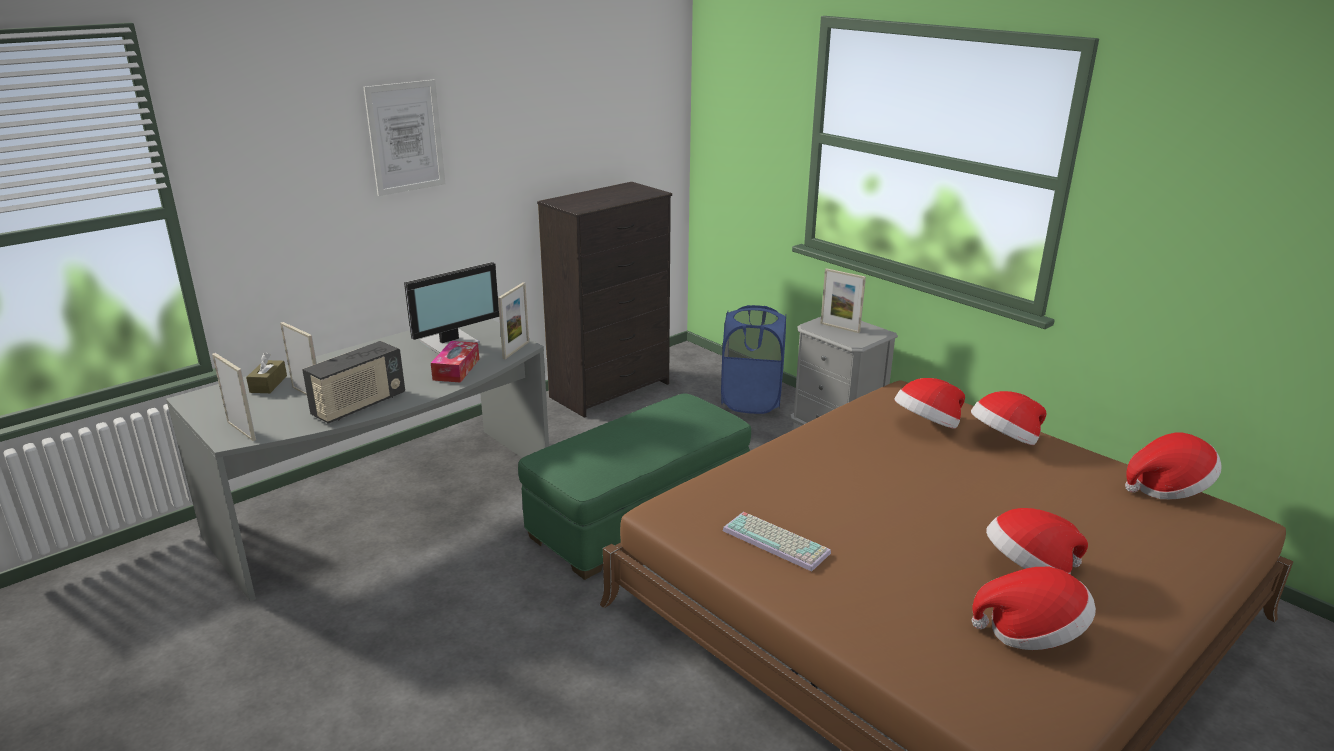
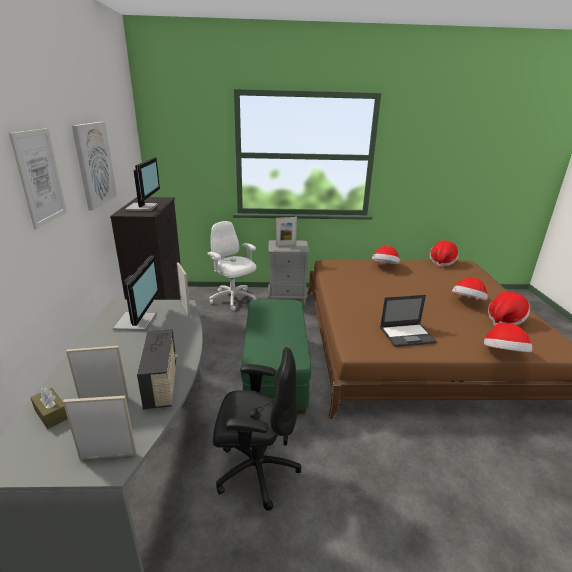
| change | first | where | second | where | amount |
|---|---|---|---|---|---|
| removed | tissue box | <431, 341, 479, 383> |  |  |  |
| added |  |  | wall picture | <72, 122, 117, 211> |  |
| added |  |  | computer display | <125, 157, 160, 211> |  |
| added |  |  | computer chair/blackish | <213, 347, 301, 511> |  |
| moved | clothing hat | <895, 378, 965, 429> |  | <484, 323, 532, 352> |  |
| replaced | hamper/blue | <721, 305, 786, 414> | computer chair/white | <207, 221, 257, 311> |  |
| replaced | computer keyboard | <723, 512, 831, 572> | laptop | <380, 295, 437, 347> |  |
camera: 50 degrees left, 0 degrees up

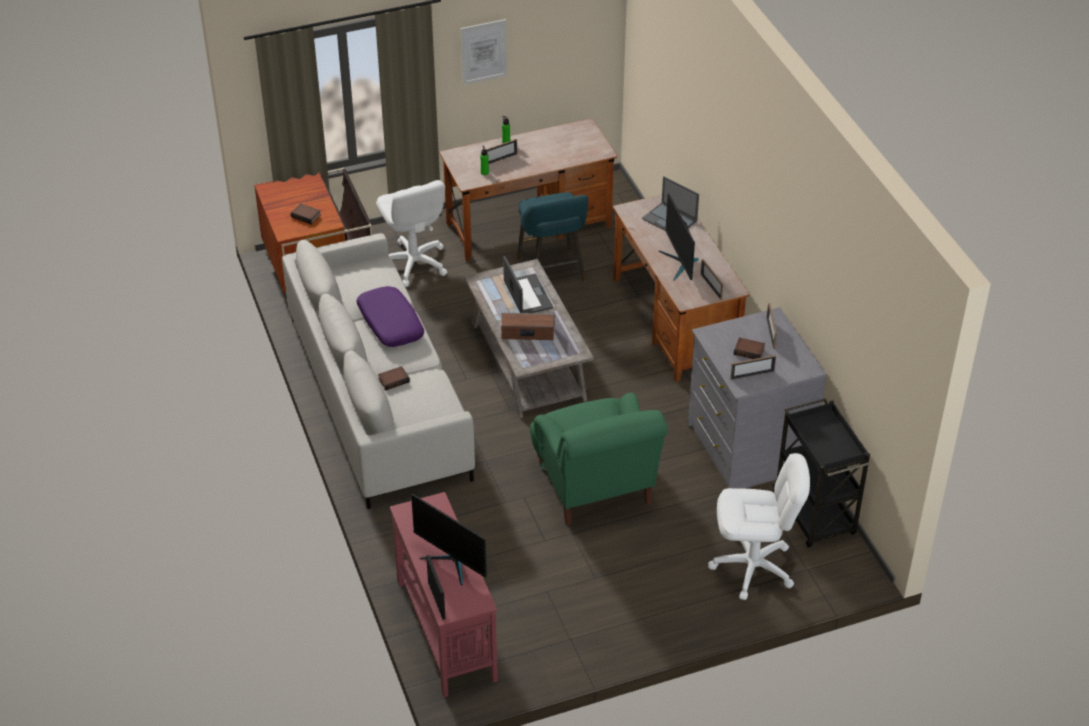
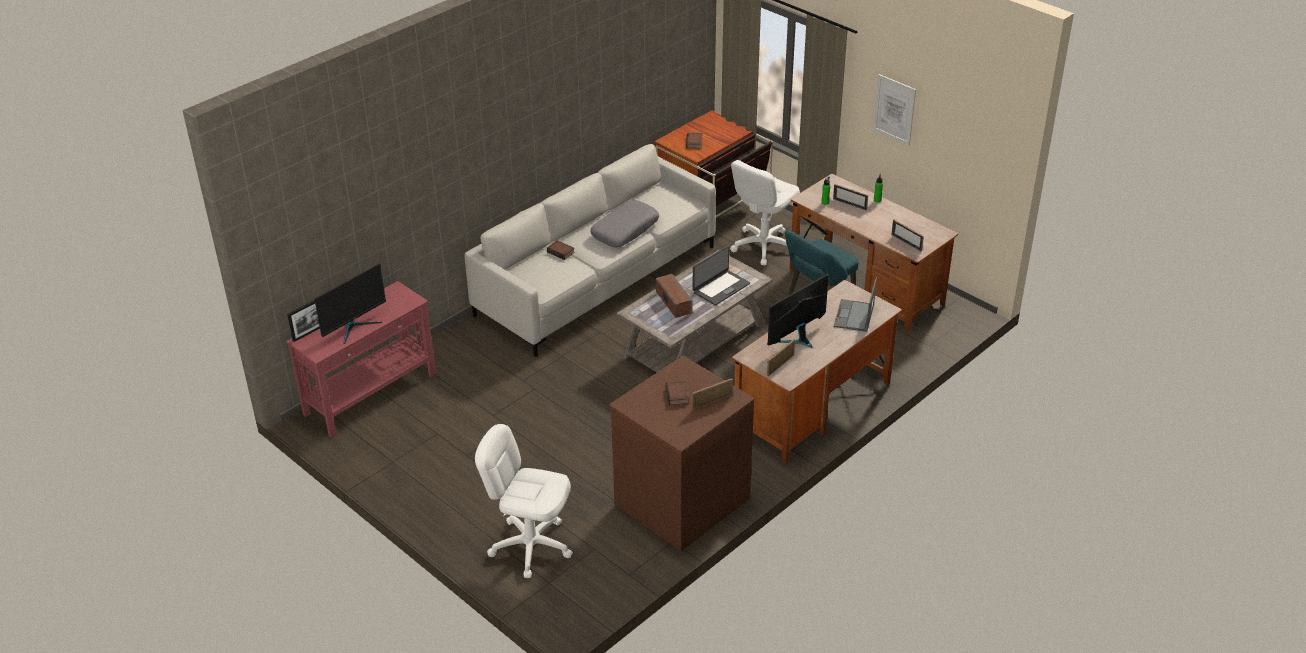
| change | first | where | second | where | amount |
|---|---|---|---|---|---|
| removed | lounge chair/green-coloured | <530, 393, 668, 525> |  |  |  |
| removed | wheeled cart/blackish | <772, 398, 870, 548> |  |  |  |
| moved | picture frame | <730, 355, 776, 380> |  | <891, 220, 924, 251> |  |
| recoloured | cushion/purple | <356, 286, 424, 347> | cushion/greyish | <591, 200, 659, 247> |  |
| recoloured | drawer chest/greyish | <688, 307, 827, 489> | drawer chest/brownish | <609, 355, 755, 551> |  |
| turned | computer display | <411, 494, 487, 586> |  | <314, 263, 386, 344> | 150 degrees counterclockwise |
| turned | computer chair/white | <708, 453, 810, 600> |  | <475, 424, 573, 578> | 135 degrees clockwise |
camera: 65 degrees right, 5 degrees down

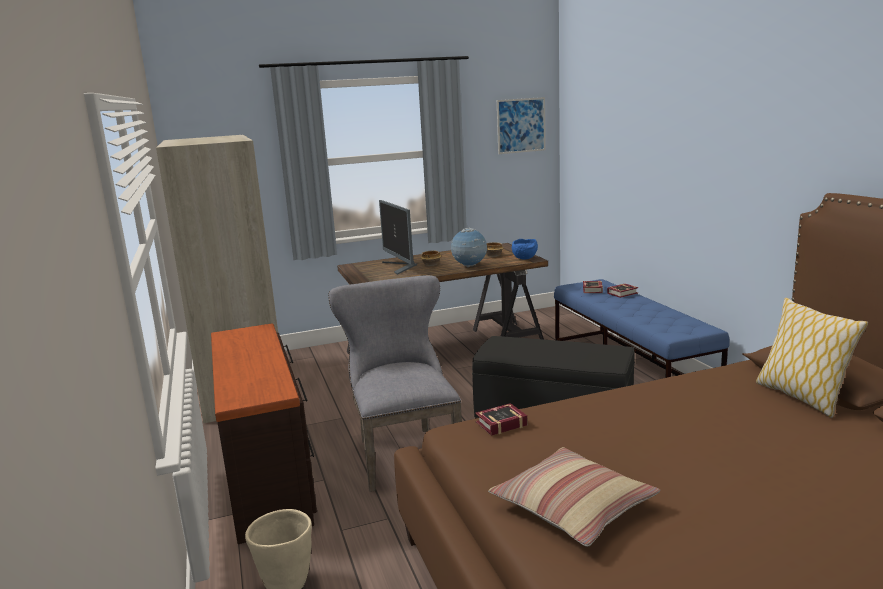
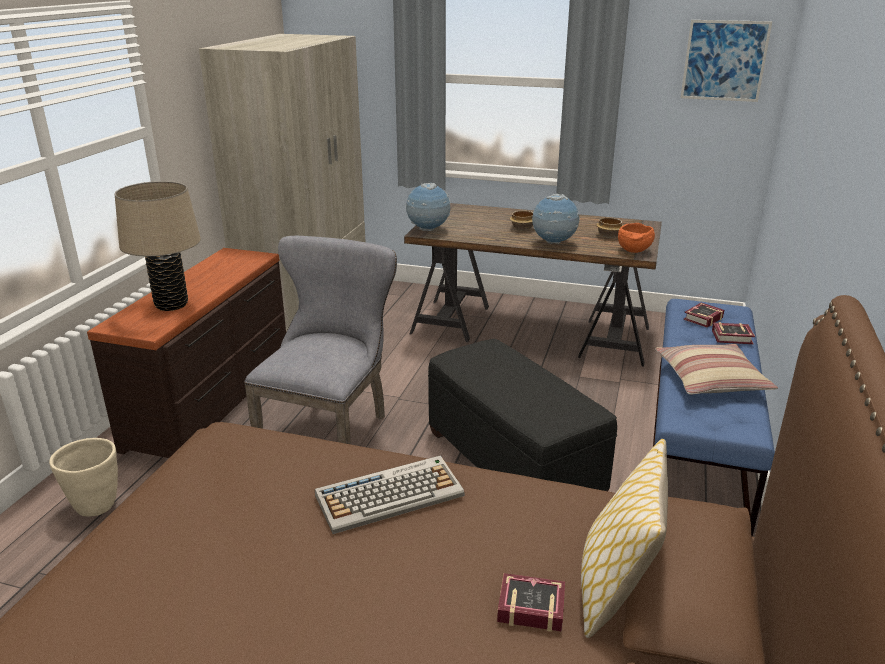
| change | first | where | second | where | amount |
|---|---|---|---|---|---|
| removed | computer display | <379, 200, 417, 275> |  |  |  |
| added |  |  | lamp for a table/beige | <115, 181, 201, 311> |  |
| added |  |  | computer keyboard | <315, 455, 465, 534> |  |
| added |  |  | desk globe | <405, 183, 450, 231> |  |
| moved | bound book | <475, 403, 527, 436> |  | <497, 573, 565, 632> |  |
| moved | cushion | <488, 447, 660, 547> |  | <655, 344, 778, 395> |  |
| recoloured | bowl/blue | <512, 239, 538, 260> | bowl/orange-coloured | <618, 223, 655, 253> |  |
camera: 35 degrees right, 10 degrees up

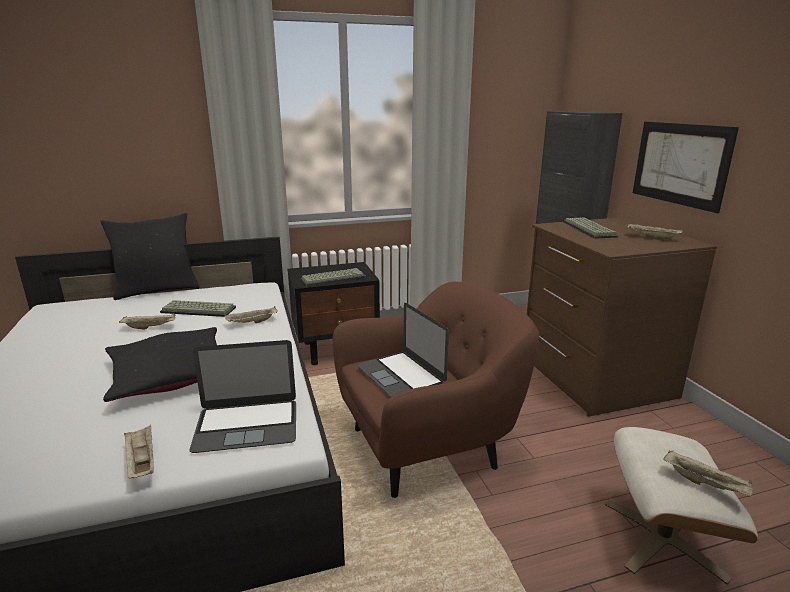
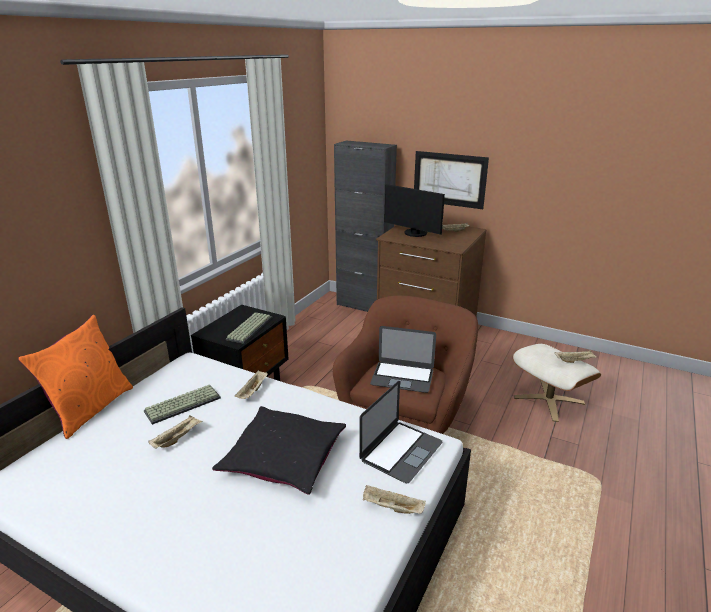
| change | first | where | second | where | amount |
|---|---|---|---|---|---|
| replaced | computer keyboard | <563, 217, 618, 239> | computer display | <384, 184, 445, 237> |  |
| recoloured | cushion/blackish | <100, 213, 199, 300> | cushion/orange-coloured | <18, 315, 133, 439> |  |
camera: 45 degrees left, 5 degrees up

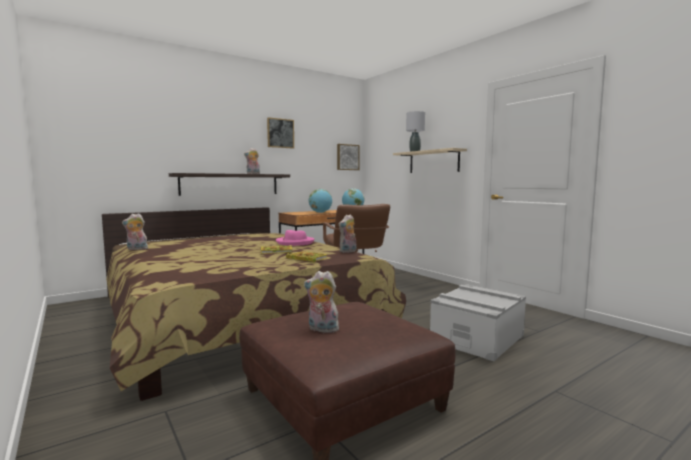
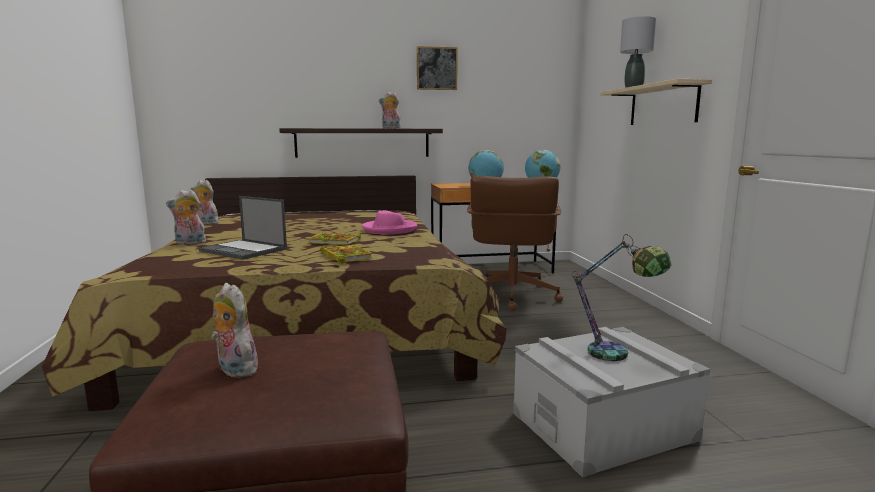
| change | first | where | second | where | amount |
|---|---|---|---|---|---|
| removed | wall picture | <337, 144, 360, 170> |  |  |  |
| added |  |  | laptop | <199, 196, 287, 260> |  |
| added |  |  | lamp for a table | <572, 234, 671, 361> |  |
| moved | plush toy | <338, 214, 356, 253> |  | <166, 189, 206, 245> |  |
camera: 25 degrees right, 5 degrees up

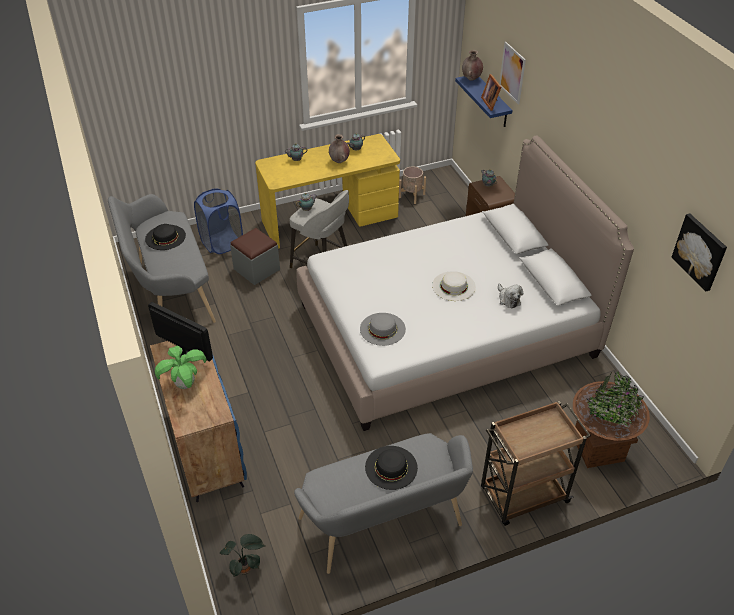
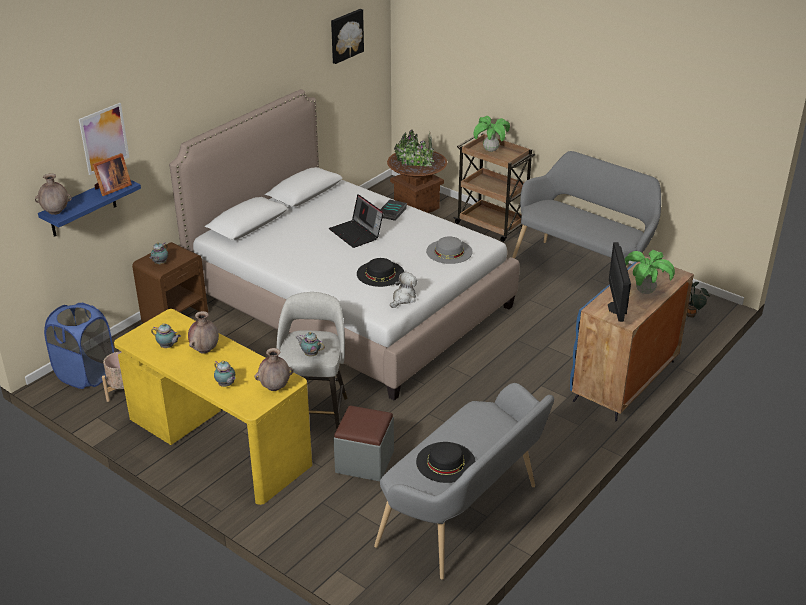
| change | first | where | second | where | amount |
|---|---|---|---|---|---|
| added |  |  | flower vase/brownish | <254, 348, 293, 391> |  |
| added |  |  | bound book | <380, 200, 407, 221> |  |
| added |  |  | plant in a pot | <473, 116, 510, 152> |  |
| moved | hamper/blue | <194, 189, 243, 254> |  | <44, 303, 114, 389> |  |
| moved | clothing hat/blackish | <365, 446, 418, 490> |  | <357, 258, 404, 287> |  |
| moved | plush toy | <498, 284, 523, 308> |  | <390, 272, 417, 308> |  |
| replaced | clothing hat/white | <432, 271, 476, 301> | laptop | <329, 194, 384, 248> |  |
camera: 120 degrees left, 10 degrees down

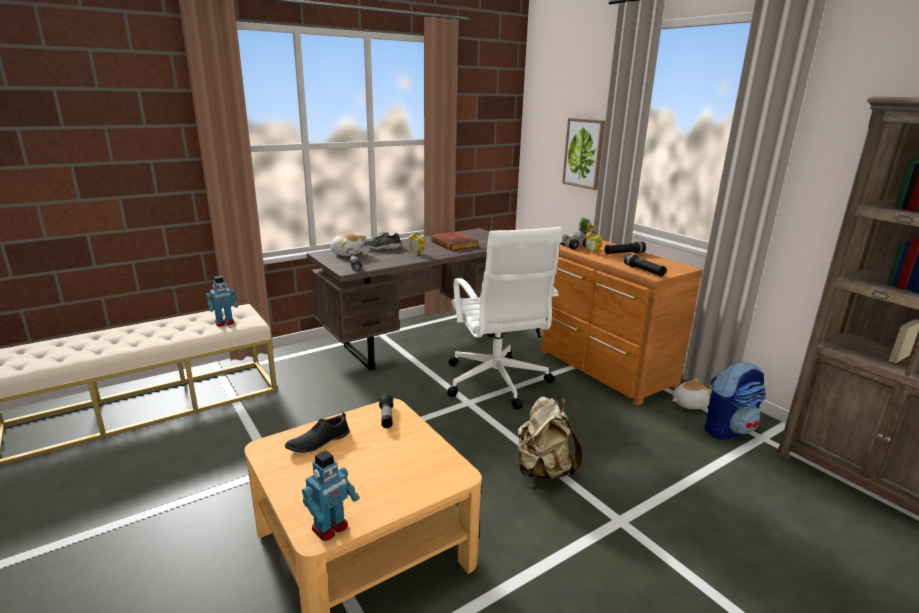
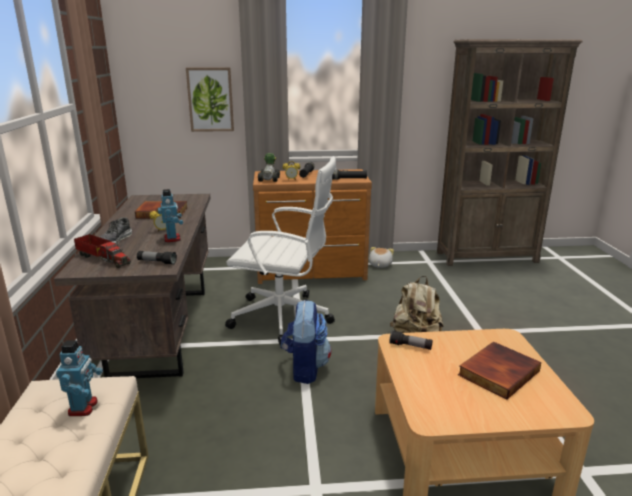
| change | first | where | second | where | amount |
|---|---|---|---|---|---|
| removed | item of footwear/blackish | <285, 412, 350, 453> |  |  |  |
| added |  |  | bound book | <458, 341, 541, 399> |  |
| moved | model robot | <302, 450, 359, 541> |  | <158, 189, 183, 243> |  |
| moved | knapsack | <704, 362, 766, 440> |  | <281, 300, 331, 384> |  |
| replaced | plush toy | <331, 233, 366, 256> | toy lorry | <74, 234, 131, 268> |  |
camera: 60 degrees left, 0 degrees up

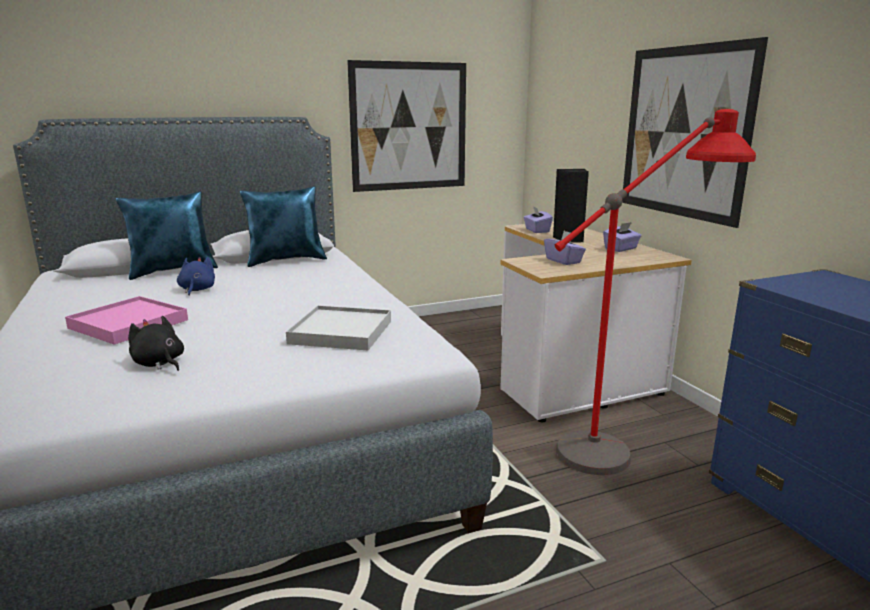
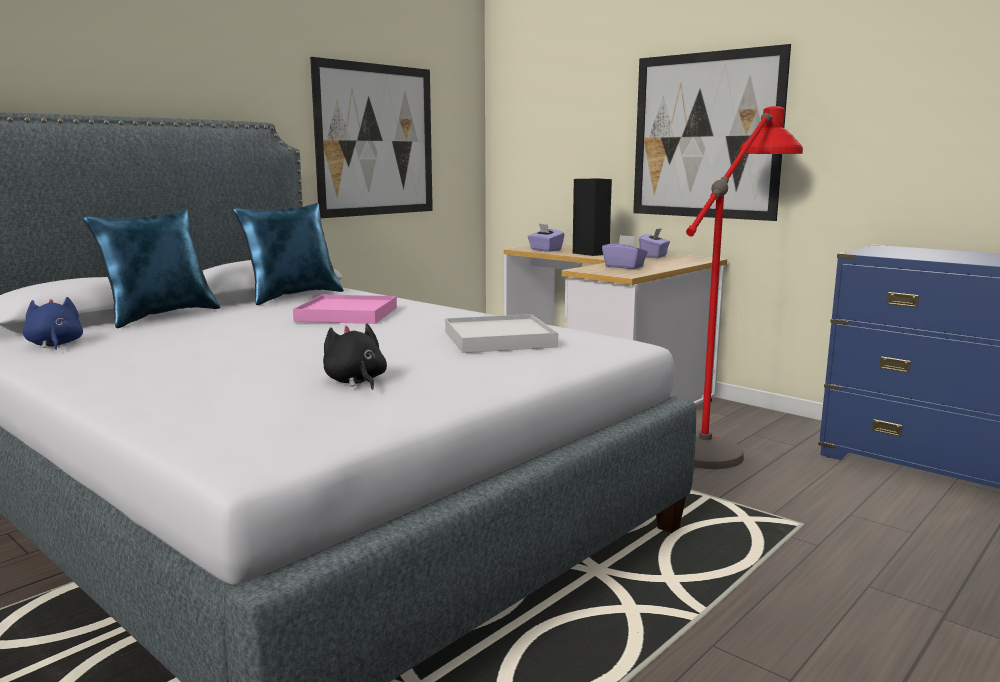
| change | first | where | second | where | amount |
|---|---|---|---|---|---|
| moved | tray/pink | <65, 296, 188, 345> |  | <293, 295, 397, 324> |  |
| moved | plush toy/blue | <177, 257, 215, 296> |  | <23, 297, 83, 350> |  |
| turned | plush toy/blackish | <128, 316, 184, 371> |  | <323, 324, 387, 390> | 45 degrees clockwise |
camera: 25 degrees left, 5 degrees down

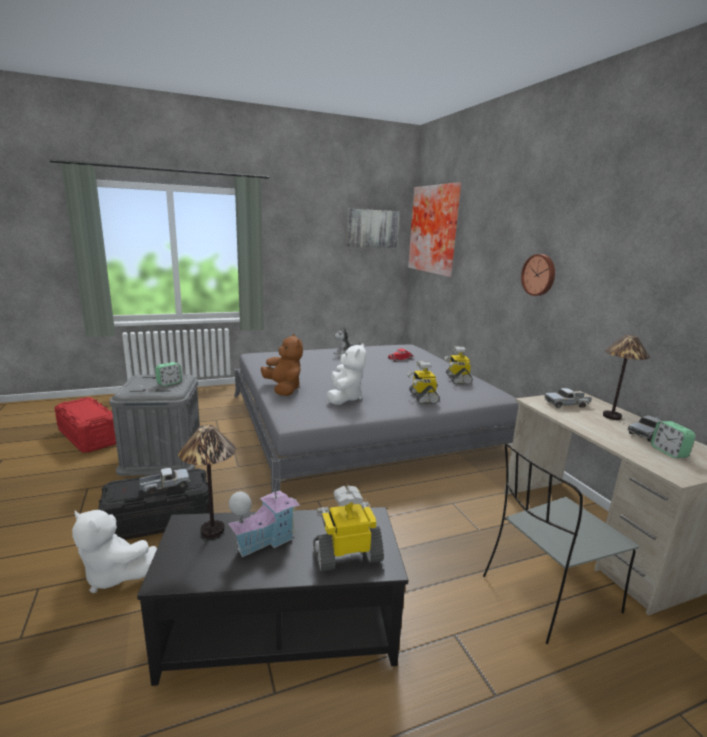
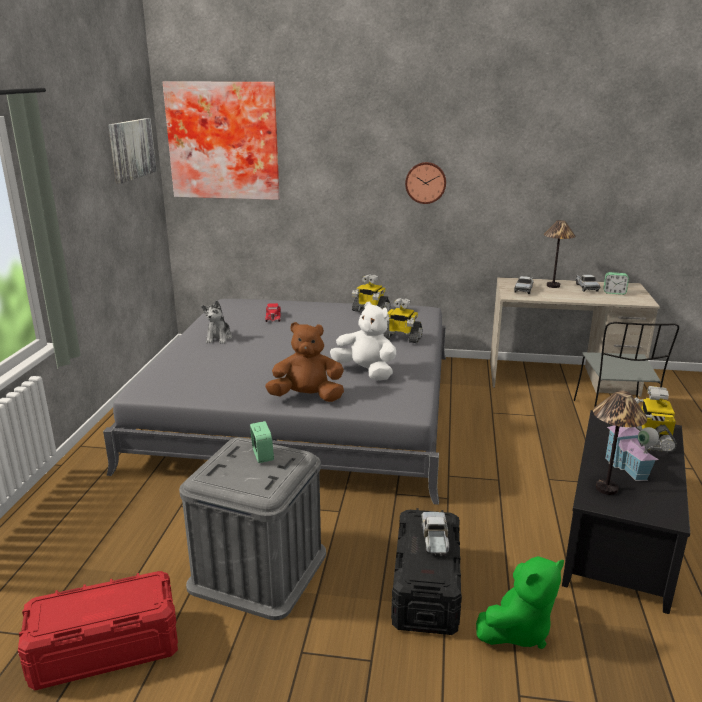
| change | first | where | second | where | amount |
|---|---|---|---|---|---|
| recoloured | plush toy/white | <72, 510, 157, 593> | plush toy/green-coloured | <476, 556, 564, 649> |  |
camera: 60 degrees left, 5 degrees up

